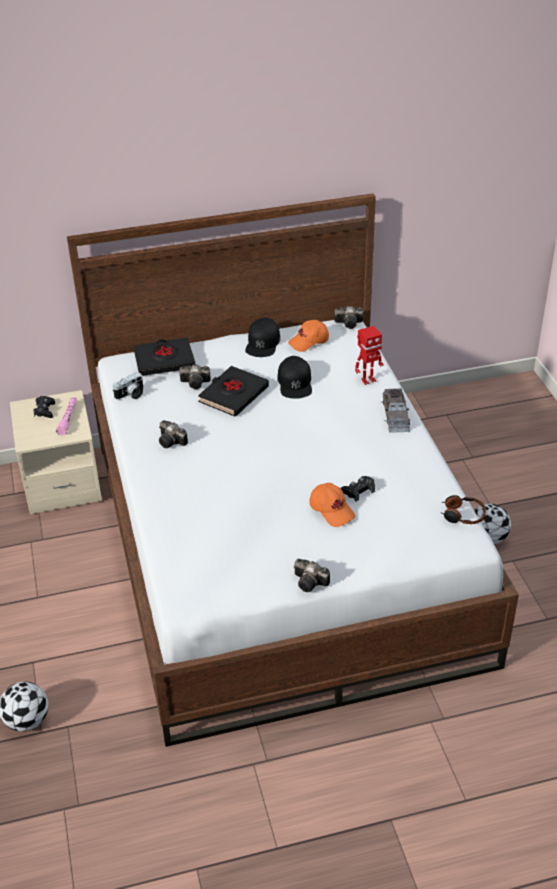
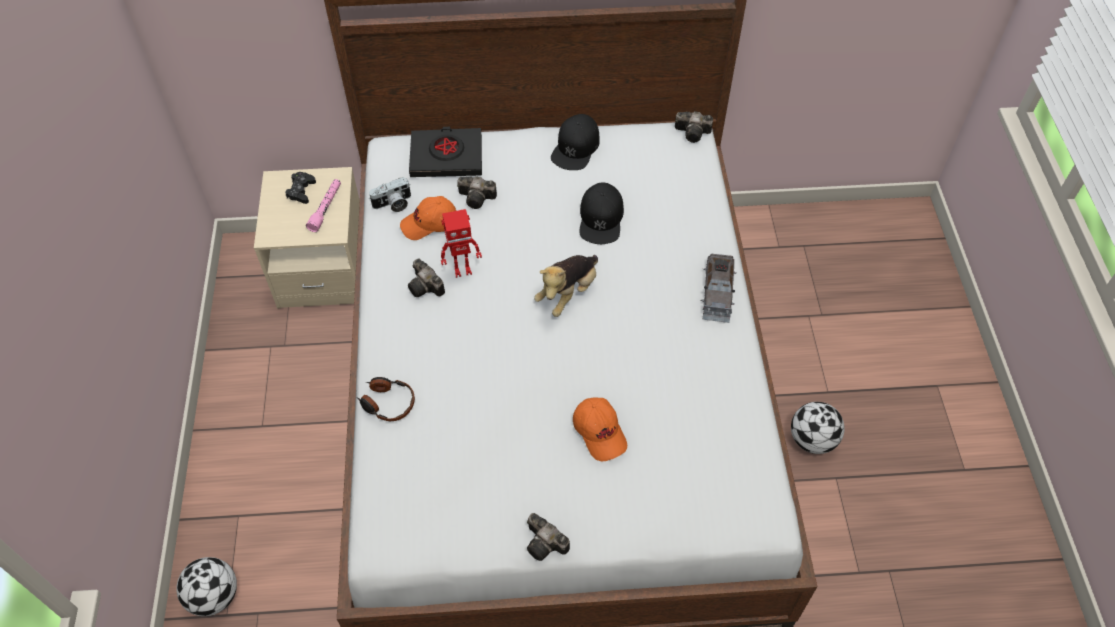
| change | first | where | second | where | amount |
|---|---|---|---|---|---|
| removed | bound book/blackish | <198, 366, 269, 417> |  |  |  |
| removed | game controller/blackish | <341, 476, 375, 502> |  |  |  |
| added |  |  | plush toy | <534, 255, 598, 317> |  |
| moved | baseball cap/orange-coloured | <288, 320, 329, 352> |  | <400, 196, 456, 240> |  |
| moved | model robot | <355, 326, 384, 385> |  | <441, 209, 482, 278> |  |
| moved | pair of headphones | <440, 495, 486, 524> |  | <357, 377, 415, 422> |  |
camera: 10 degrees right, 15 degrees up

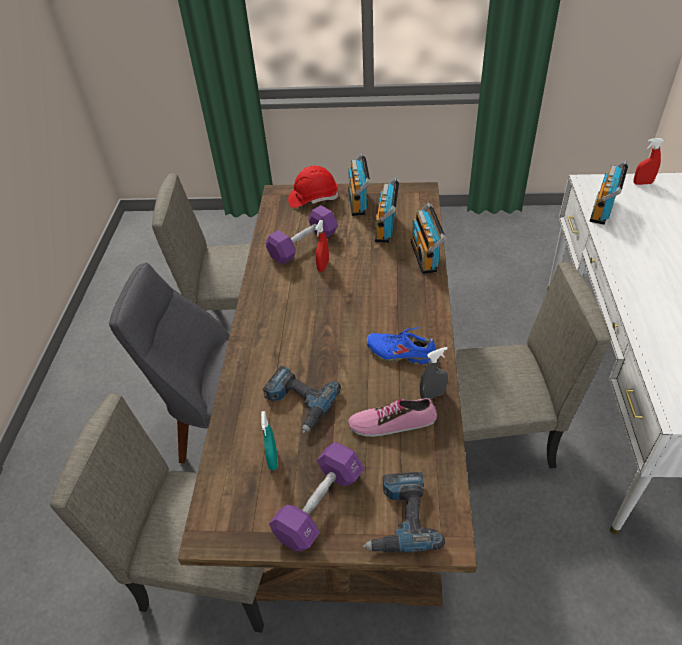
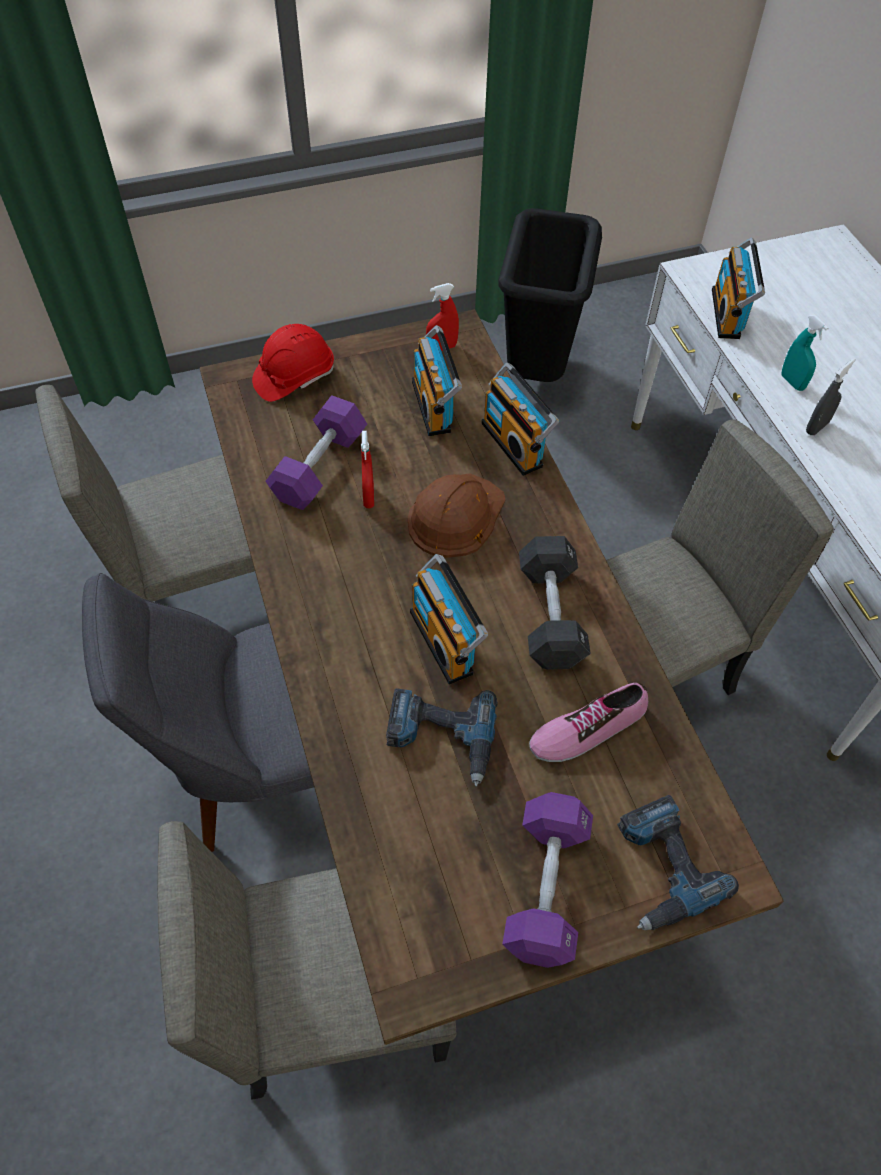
| change | first | where | second | where | amount |
|---|---|---|---|---|---|
| added |  |  | work helmet/brownish | <408, 473, 505, 558> |  |
| added |  |  | waste bin/blackish | <498, 208, 602, 382> |  |
| moved | sprayer/turquoise | <261, 411, 277, 470> |  | <781, 315, 829, 391> |  |
| moved | radio receiver | <348, 153, 370, 216> |  | <410, 554, 488, 684> |  |
| moved | sprayer/greyish | <420, 347, 448, 399> |  | <806, 358, 855, 435> |  |
| moved | sprayer/red-coloured | <633, 138, 664, 185> |  | <426, 283, 459, 351> |  |
| replaced | item of footwear/blue | <366, 327, 435, 365> | hand weight/blackish | <519, 536, 591, 670> |  |
camera: 25 degrees left, 10 degrees up

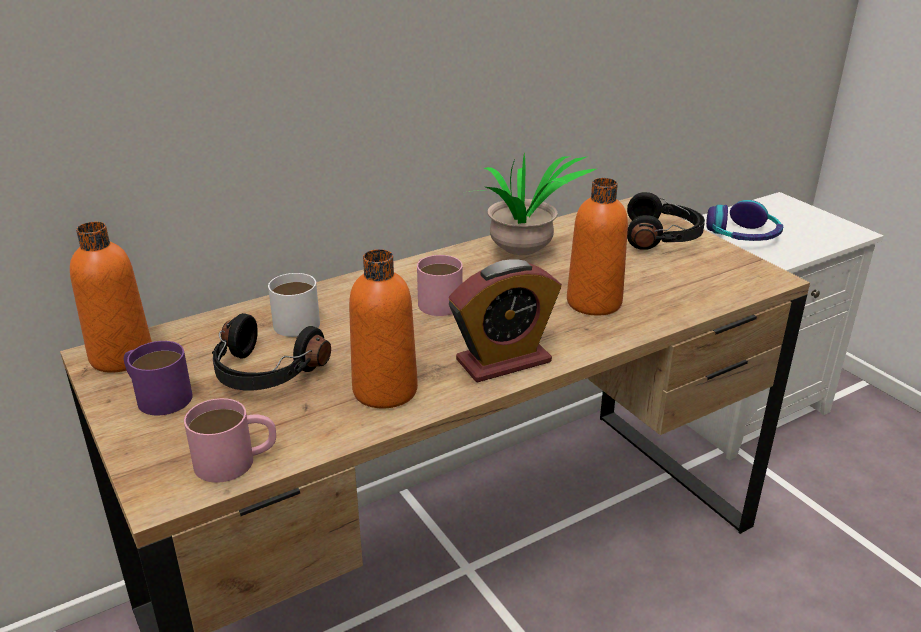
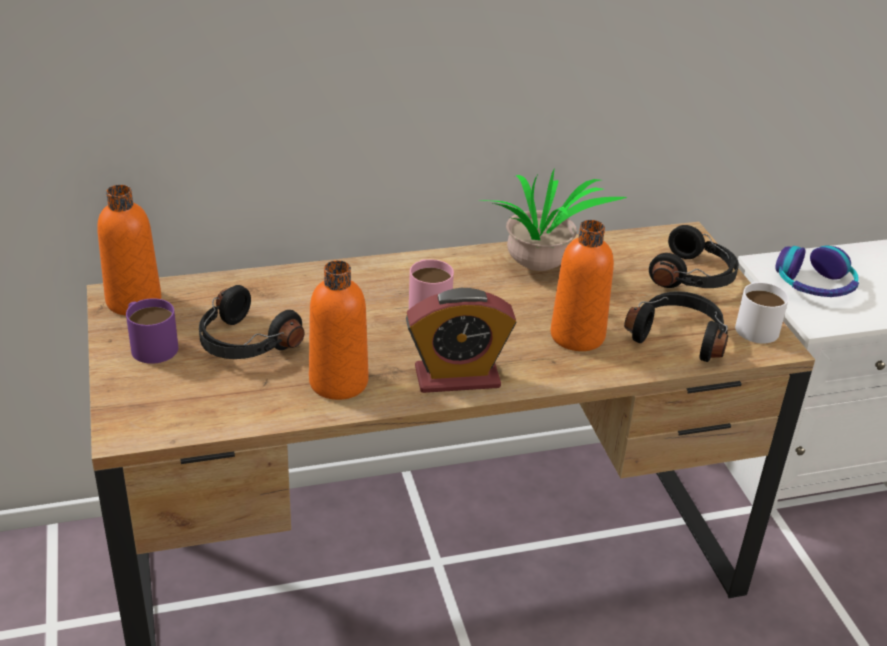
| change | first | where | second | where | amount |
|---|---|---|---|---|---|
| removed | coffee mug/pink | <184, 398, 276, 483> |  |  |  |
| added |  |  | pair of headphones/blackish | <624, 291, 728, 362> |  |
| moved | coffee mug/white | <268, 273, 320, 337> |  | <735, 282, 789, 343> |  |
camera: 15 degrees right, 5 degrees up

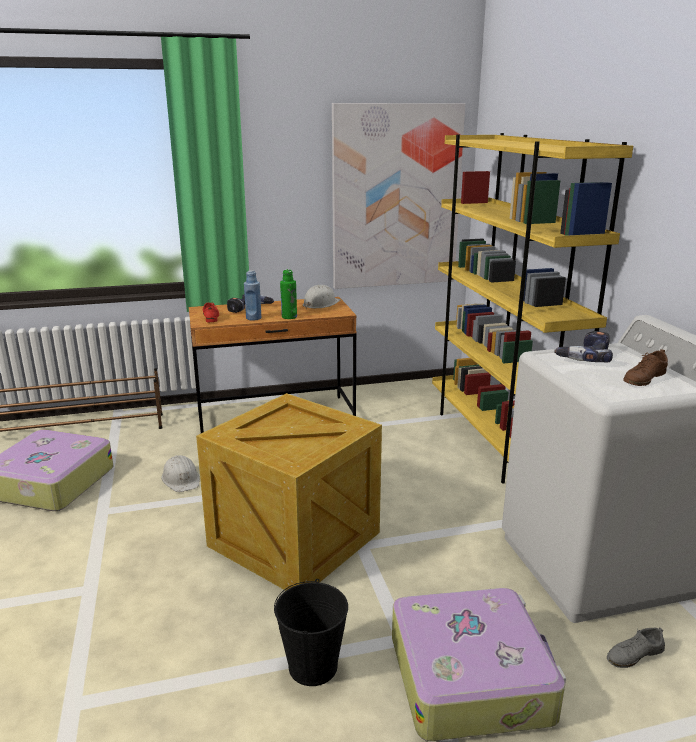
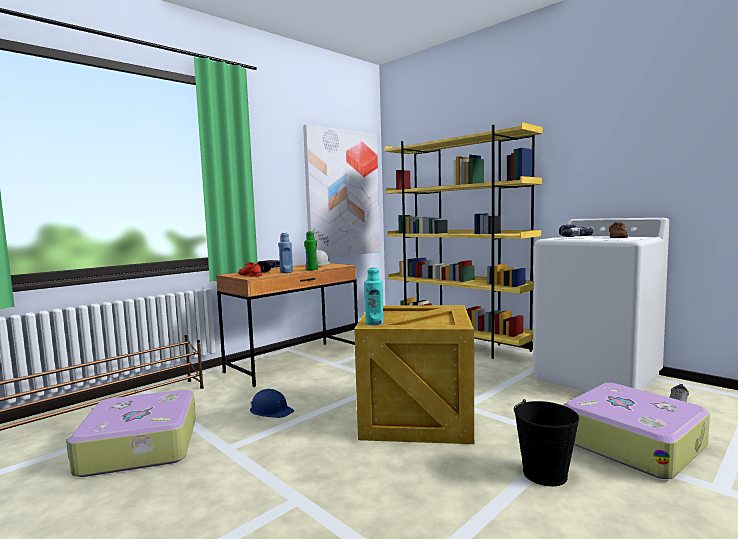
| change | first | where | second | where | amount |
|---|---|---|---|---|---|
| added |  |  | bottle/turquoise | <364, 267, 383, 326> |  |
| recoloured | work helmet/white | <161, 455, 200, 492> | work helmet/blue | <250, 389, 294, 418> |  |
camera: 30 degrees left, 15 degrees down

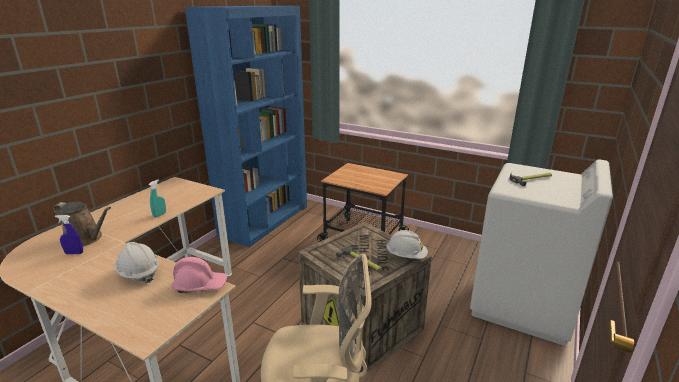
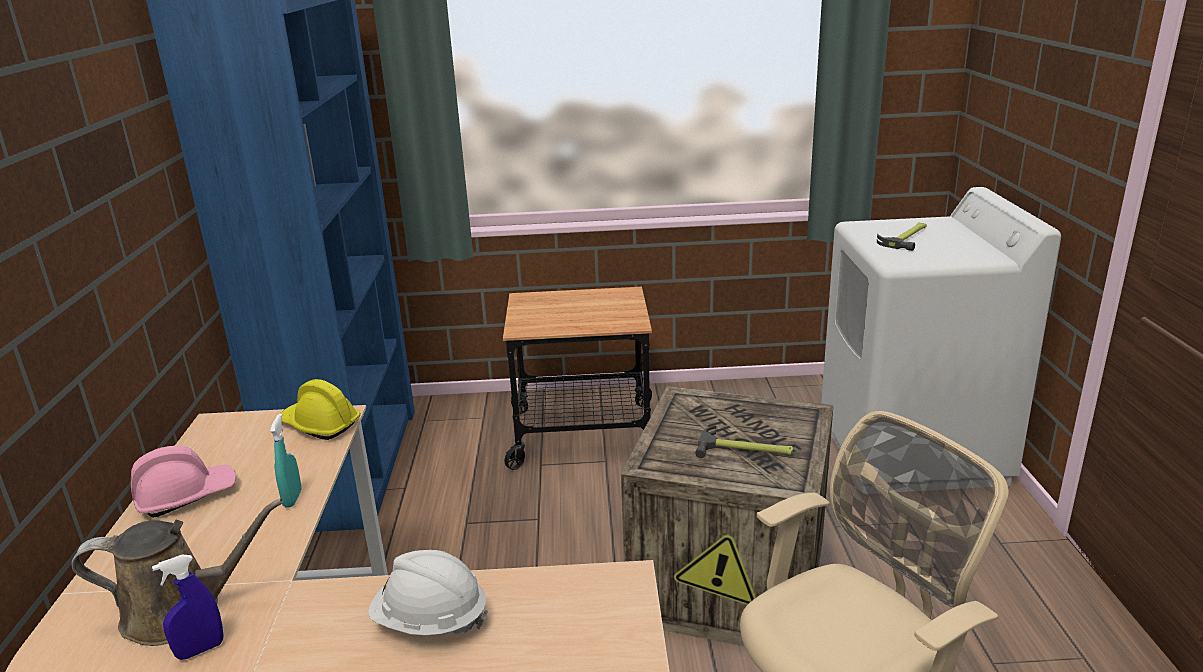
| change | first | where | second | where | amount |
|---|---|---|---|---|---|
| removed | work helmet/white | <386, 230, 428, 259> |  |  |  |
| added |  |  | work helmet/yellowish | <281, 379, 361, 440> |  |
| moved | work helmet/pink | <172, 257, 227, 293> |  | <131, 446, 236, 518> |  |
camera: 30 degrees left, 0 degrees up

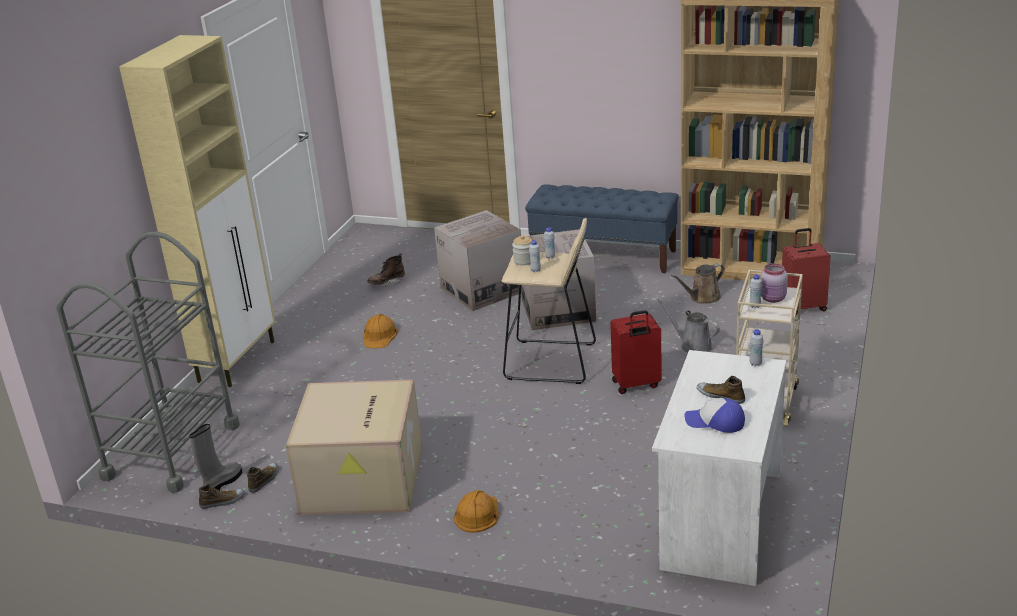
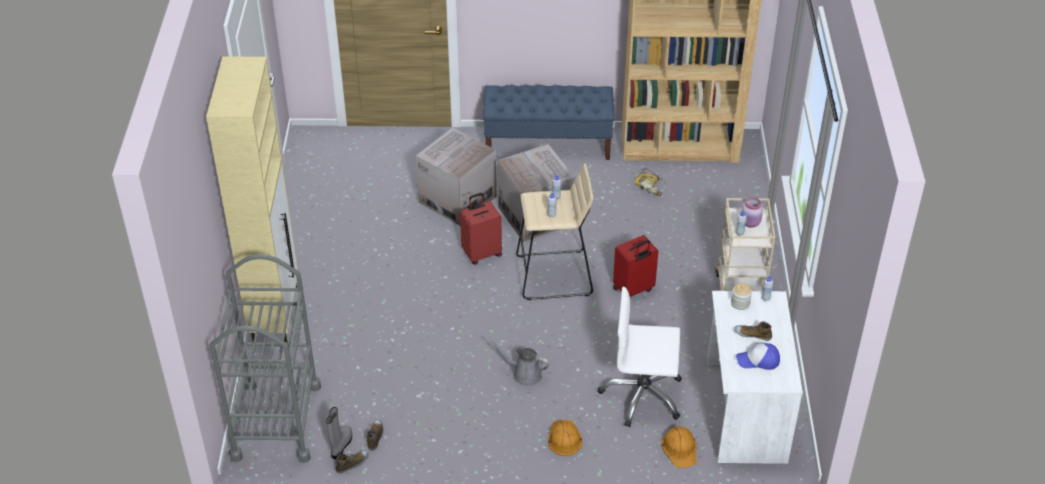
| change | first | where | second | where | amount |
|---|---|---|---|---|---|
| removed | cardboard box | <286, 379, 422, 515> |  |  |  |
| removed | high-top boot/brownish | <367, 253, 405, 287> |  |  |  |
| added |  |  | computer chair/white | <598, 287, 682, 427> |  |
| moved | work helmet/orange-coloured | <363, 314, 398, 348> |  | <661, 426, 697, 468> |  |
| moved | storage jar | <512, 235, 532, 266> |  | <731, 283, 752, 310> |  |
| moved | sprinkling can/greyish | <658, 299, 720, 353> |  | <488, 338, 550, 386> |  |
| moved | travel case/red-coloured | <782, 228, 831, 315> |  | <460, 193, 502, 264> |  |
| replaced | sprinkling can/brownish | <671, 263, 725, 304> | drill | <634, 168, 667, 196> |  |
camera: 20 degrees left, 15 degrees up

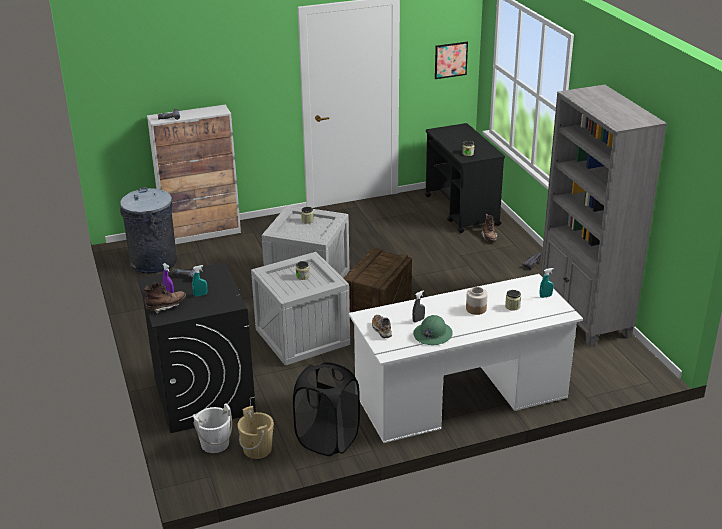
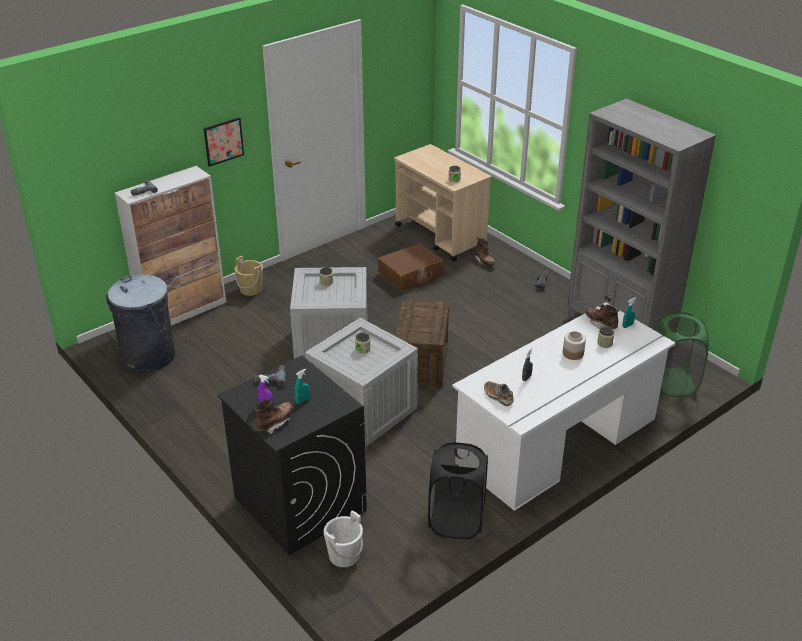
| change | first | where | second | where | amount |
|---|---|---|---|---|---|
| removed | work helmet/green-coloured | <413, 315, 453, 345> |  |  |  |
| added |  |  | travel case/brownish | <378, 243, 443, 291> |  |
| added |  |  | high-top boot/brownish | <584, 304, 619, 329> |  |
| added |  |  | hamper/green-coloured | <655, 312, 709, 397> |  |
| moved | bucket/beige | <238, 406, 274, 459> |  | <235, 256, 263, 296> |  |
| moved | wall picture | <435, 42, 468, 79> |  | <204, 117, 244, 167> |  |
| recoloured | wheeled cart/blackish | <425, 123, 505, 233> | wheeled cart/beige | <394, 144, 491, 261> |  |
camera: 20 degrees left, 5 degrees up

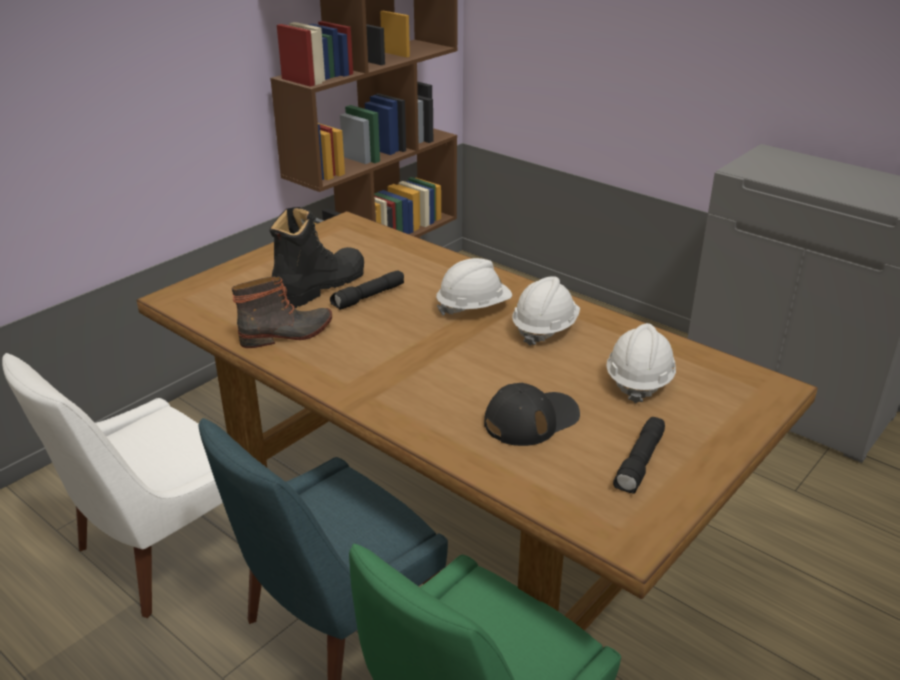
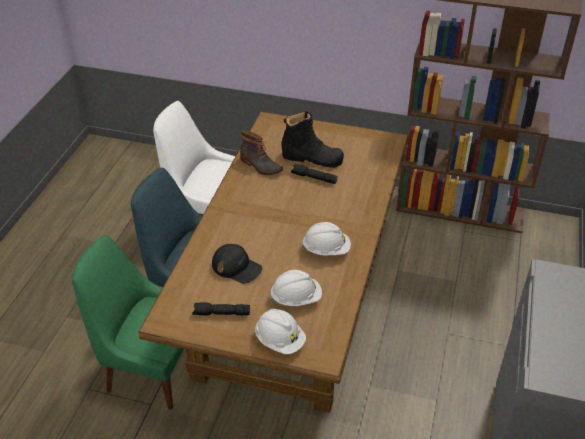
| change | first | where | second | where | amount |
|---|---|---|---|---|---|
| moved | work helmet/white | <436, 258, 512, 315> |  | <255, 309, 306, 354> |  |
camera: 65 degrees right, 10 degrees up

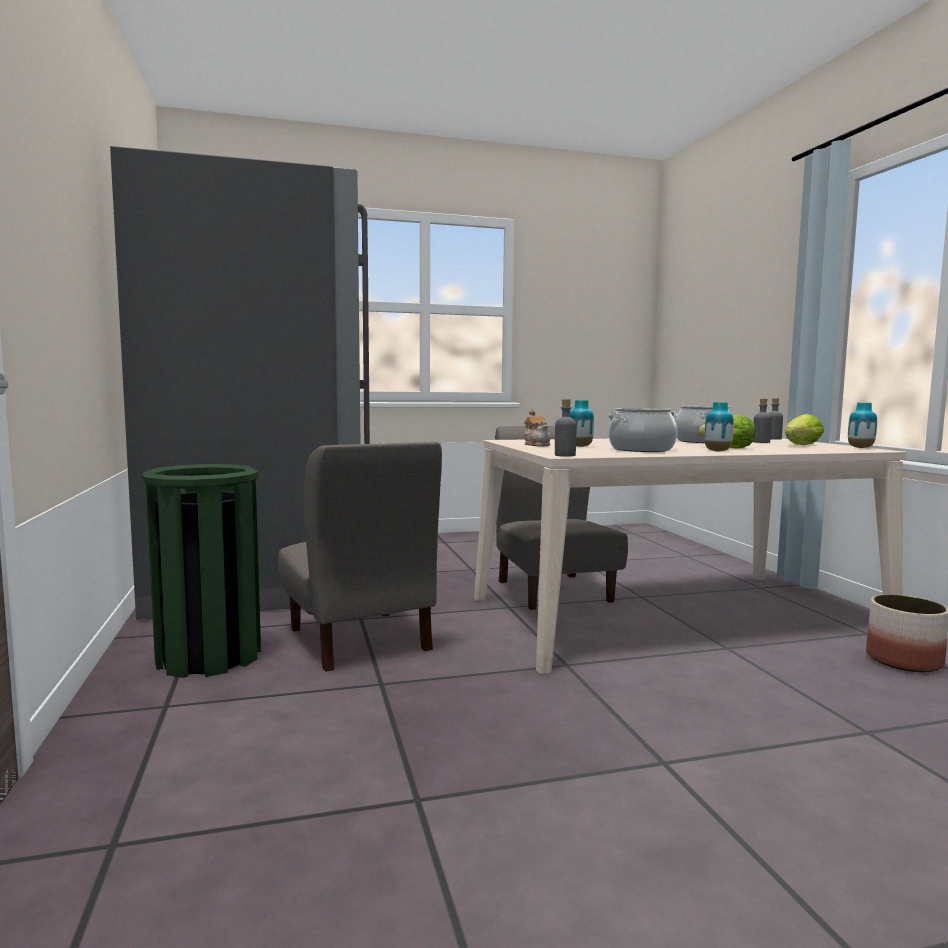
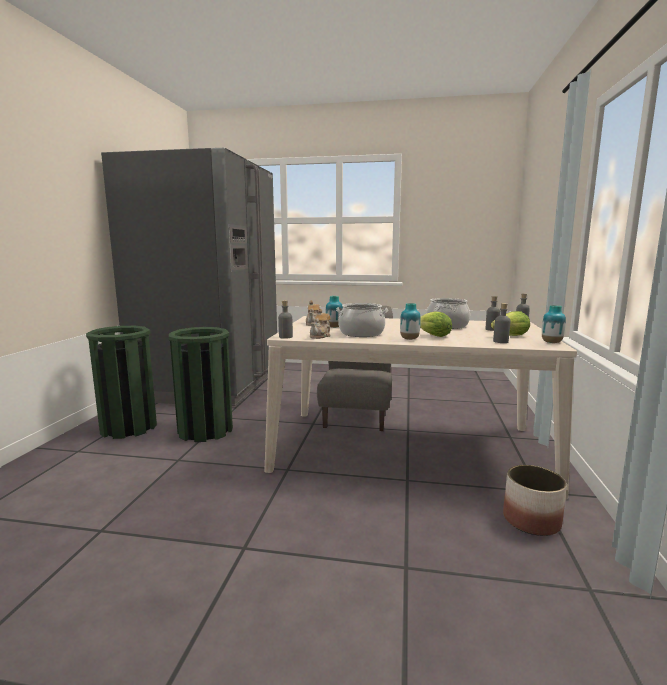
| change | first | where | second | where | amount |
|---|---|---|---|---|---|
| added |  |  | pot for tea | <310, 309, 331, 339> |  |
| added |  |  | bottle/greyish | <493, 303, 511, 343> |  |
| replaced | chair/greyish | <278, 442, 442, 672> | waste bin/green-coloured | <169, 327, 233, 442> |  |
camera: 25 degrees right, 5 degrees up

